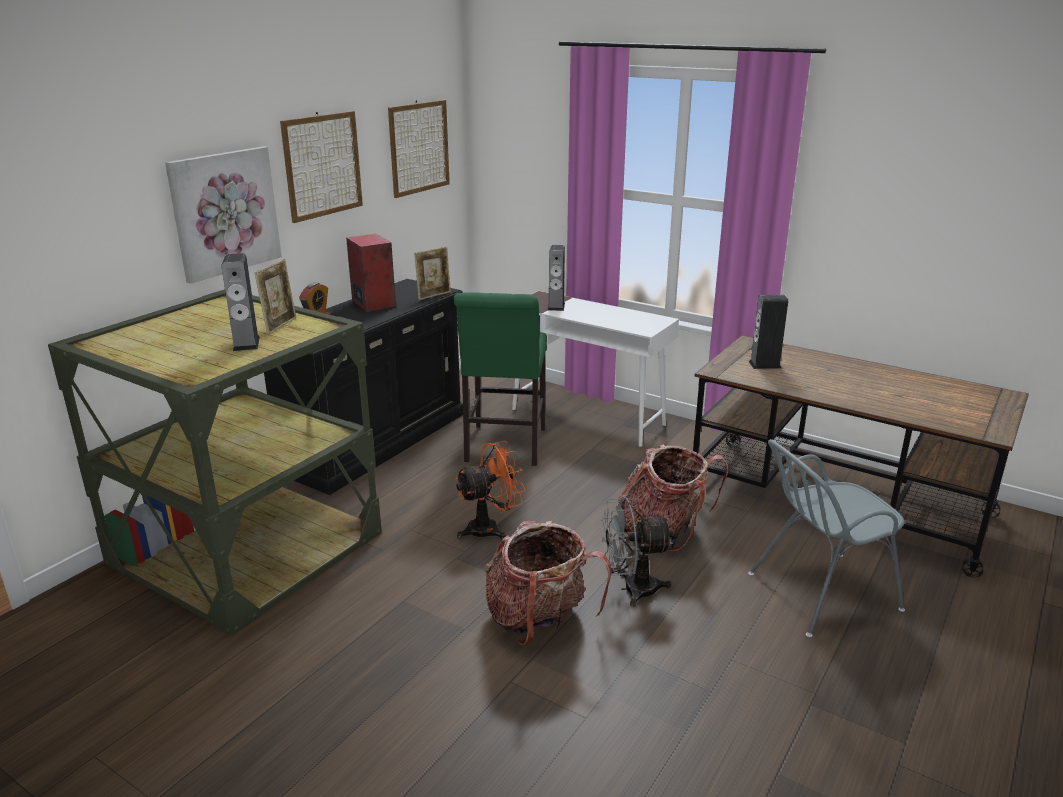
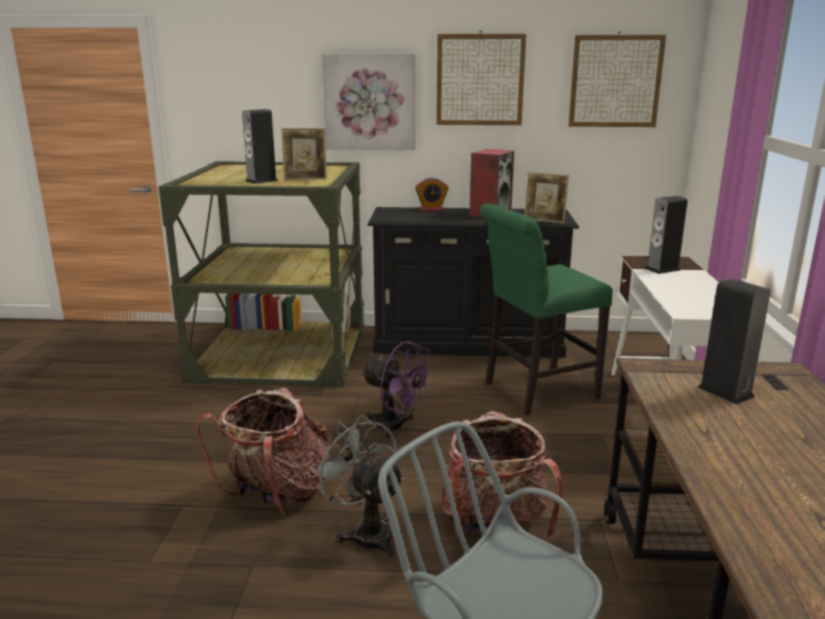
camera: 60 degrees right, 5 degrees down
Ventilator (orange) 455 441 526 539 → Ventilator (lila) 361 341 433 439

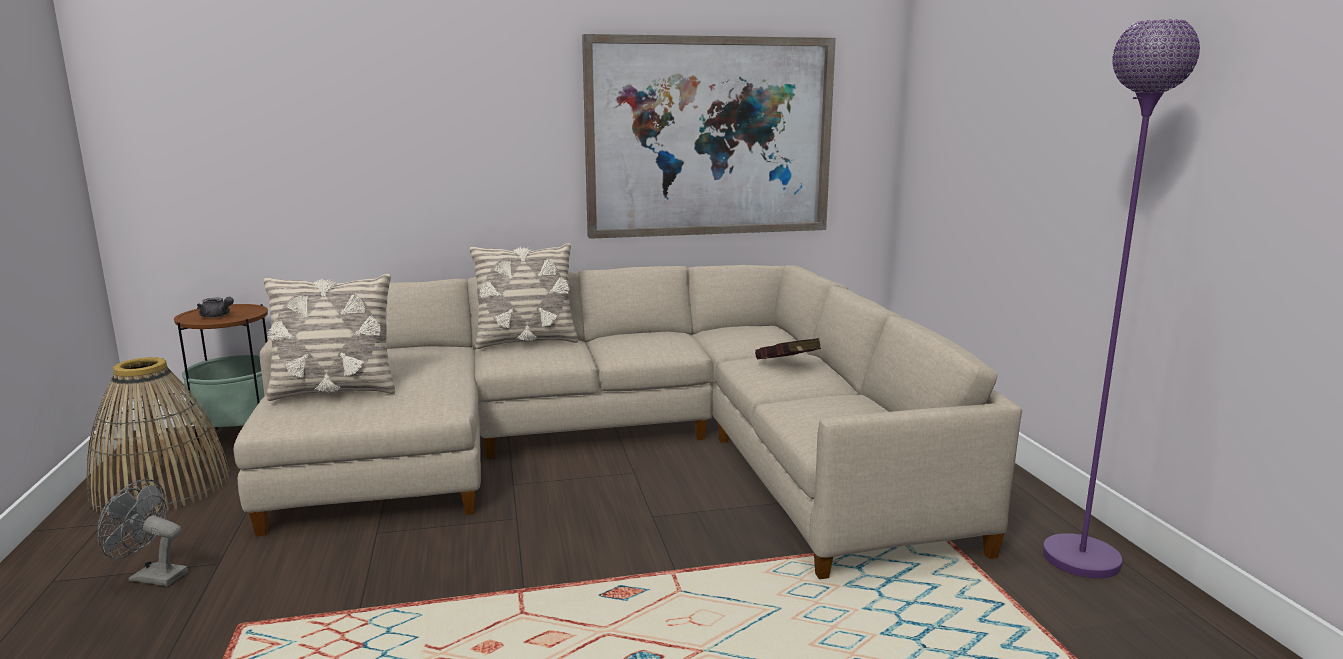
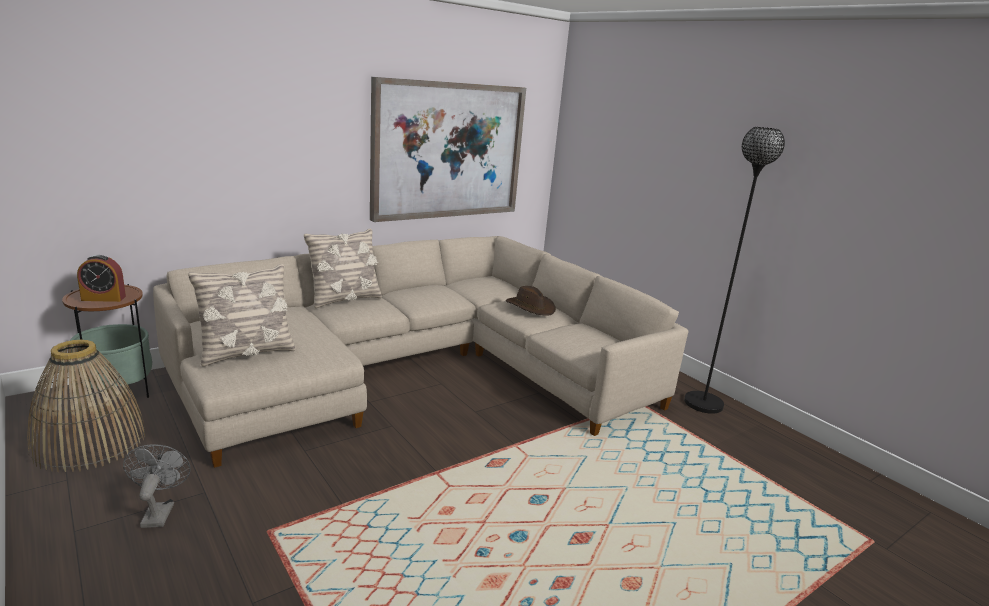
camera: 25 degrees left, 5 degrees up
Teekanne (grau) 197 297 234 318 → Wecker 77 255 126 302
Buch (rot) 755 338 821 359 → Hut (braun) 506 286 556 316
Stehlampe (lila) 1043 19 1200 578 → Stehlampe (schwarz) 684 127 785 414
Ventilator (grau) 98 479 188 586 → Ventilator (grau) 123 445 190 528, 90 degrees clockwise

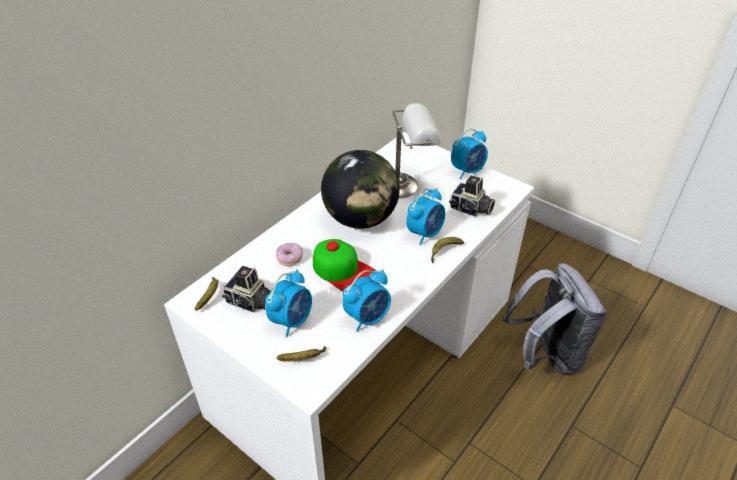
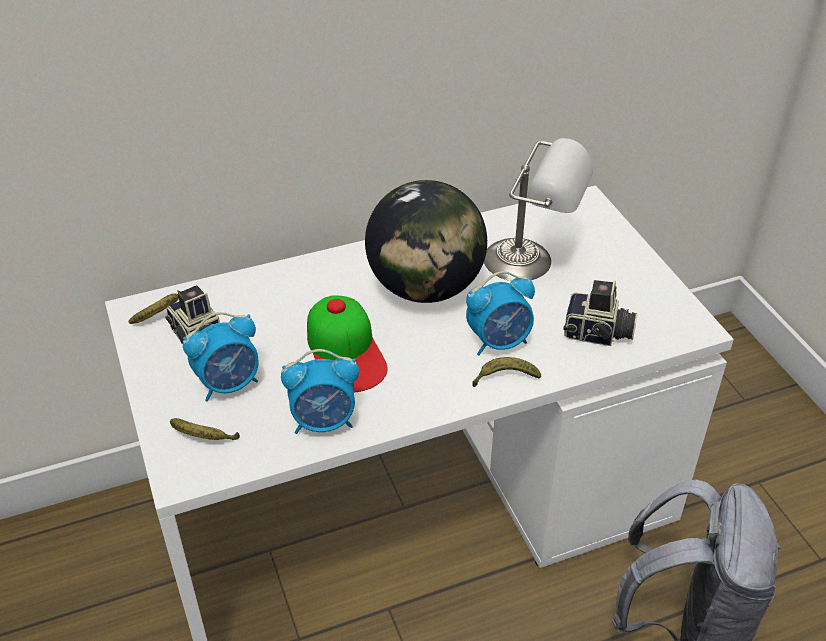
camera: 30 degrees right, 0 degrees up
Donut 276 243 303 266 → -
Wecker 451 129 488 179 → -
Kamera 449 176 495 217 → Kamera 563 280 638 346, 45 degrees counterclockwise

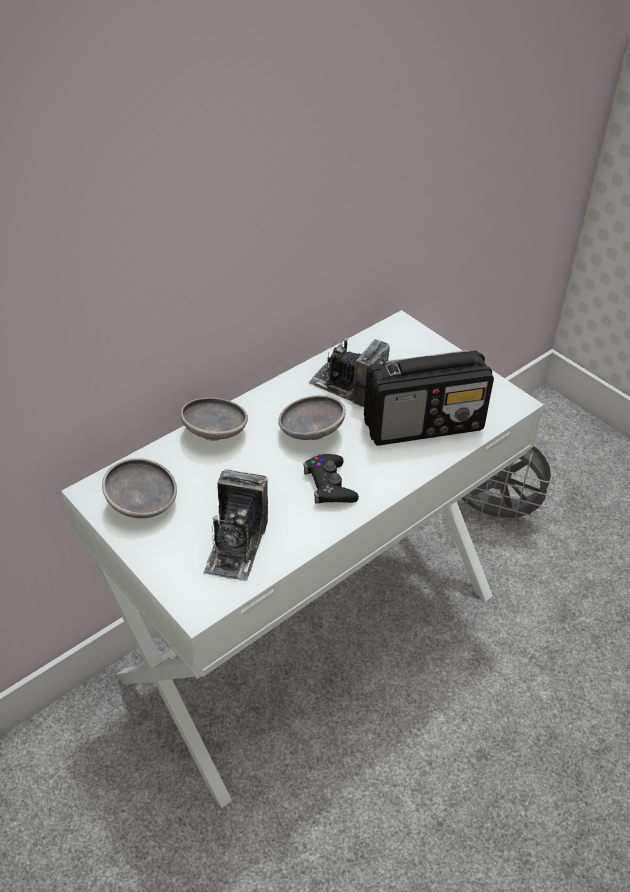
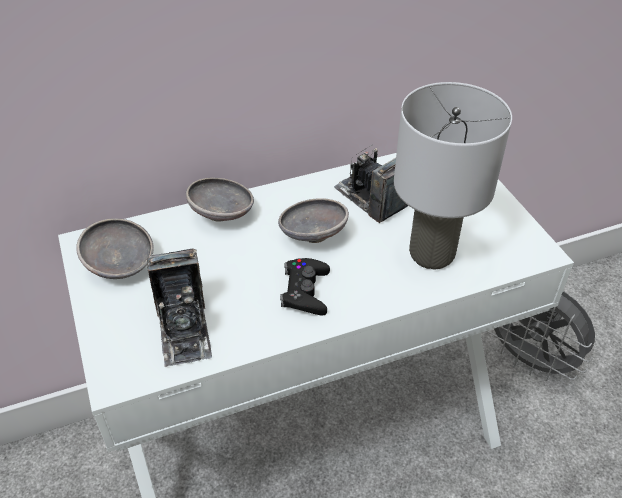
camera: 20 degrees right, 0 degrees up
Radio 364 350 494 446 → Tischlampe (weiß) 394 82 512 270
Kamera 203 469 268 581 → Kamera 147 249 212 367, 45 degrees counterclockwise

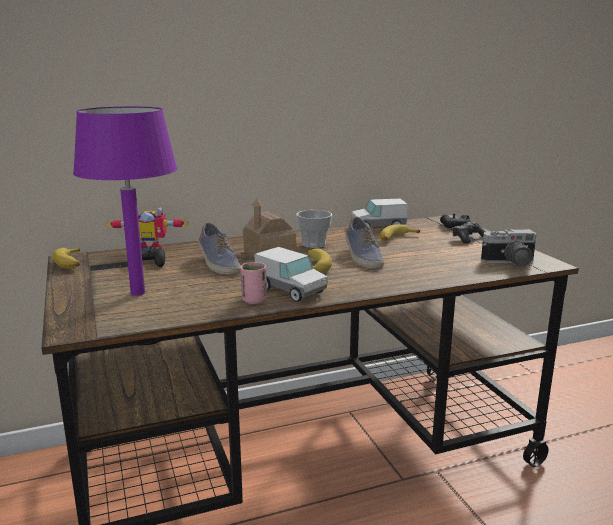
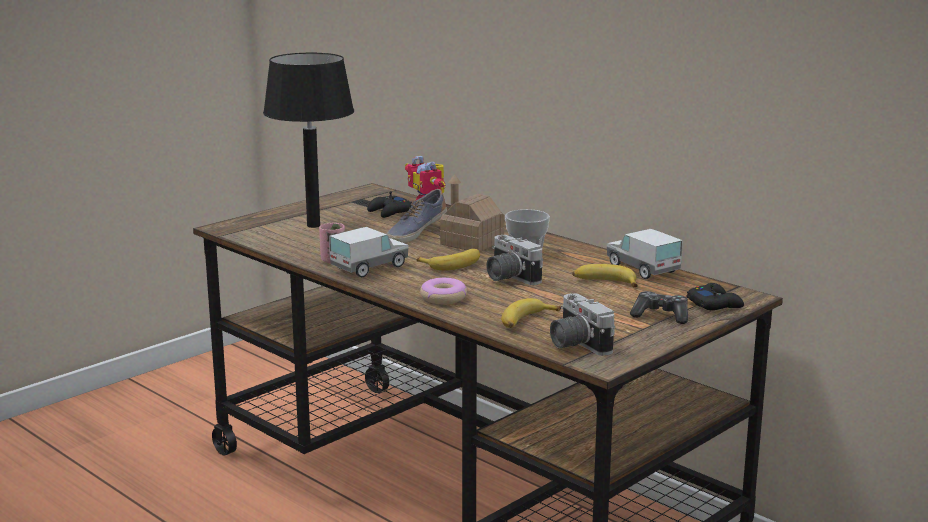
camera: 65 degrees right, 0 degrees up
- → Donut 420 278 467 304
Banane 52 248 80 269 → Banane 501 298 561 328, shifted
Schuh 345 217 384 268 → Kamera 486 235 543 285
Tischlampe (lila) 73 106 177 296 → Tischlampe (schwarz) 263 53 354 228
Spielzeuglaster 255 247 328 302 → Spielzeuglaster 329 227 408 277, 150 degrees counterclockwise

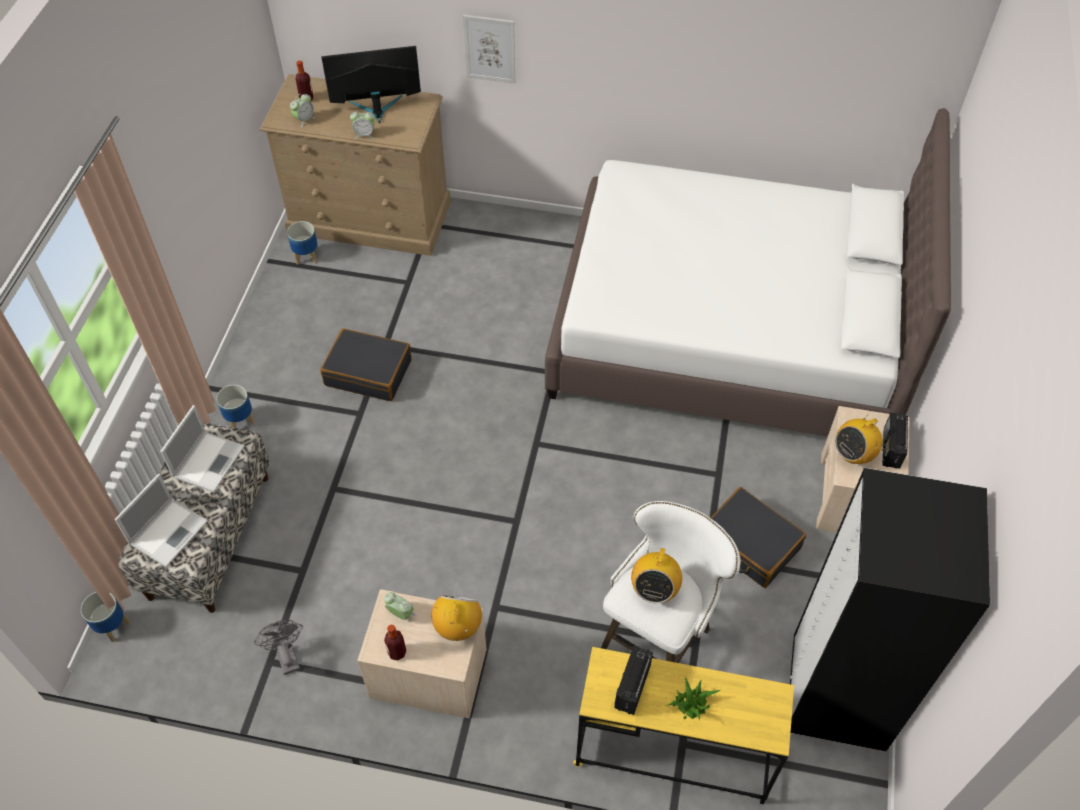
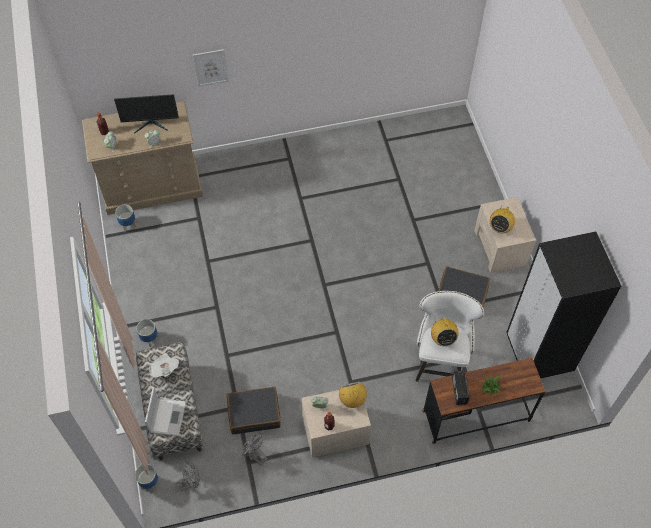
camera: 25 degrees left, 5 degrees up
Bett (weiß) 545 108 951 437 → -
Radio 882 413 908 469 → -
- → Ventilator (grau) 173 461 200 491
Koffer (schwarz) 320 329 411 401 → Koffer (schwarz) 227 387 281 434, shifted
Laptop 160 405 245 492 → Zeitung 149 353 179 378
Schreibtisch (gelb) 573 647 794 804 → Schreibtisch (braun) 422 358 545 444
Monitor 321 46 421 123 → Monitor 114 94 179 134, 150 degrees counterclockwise

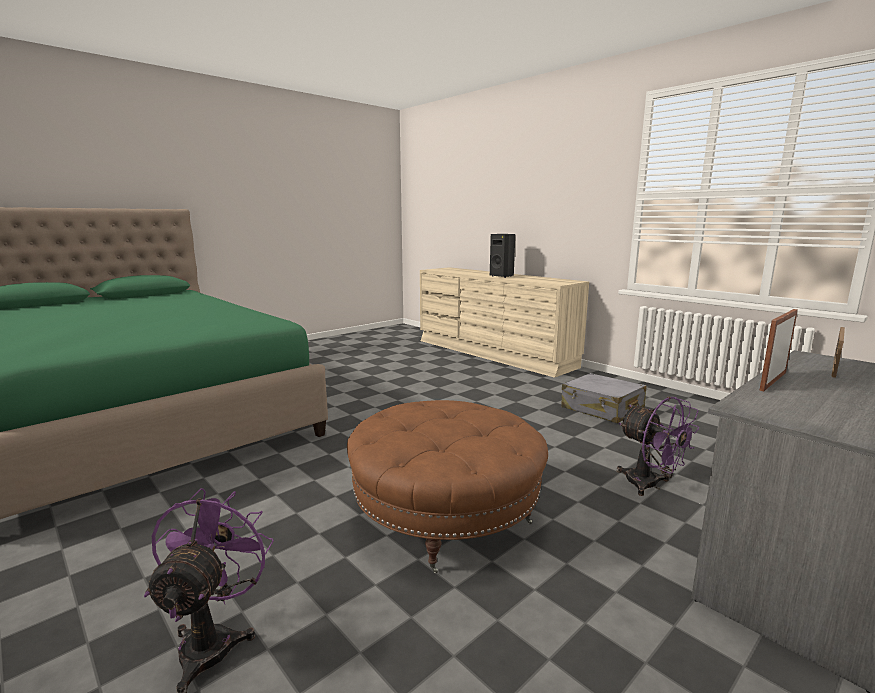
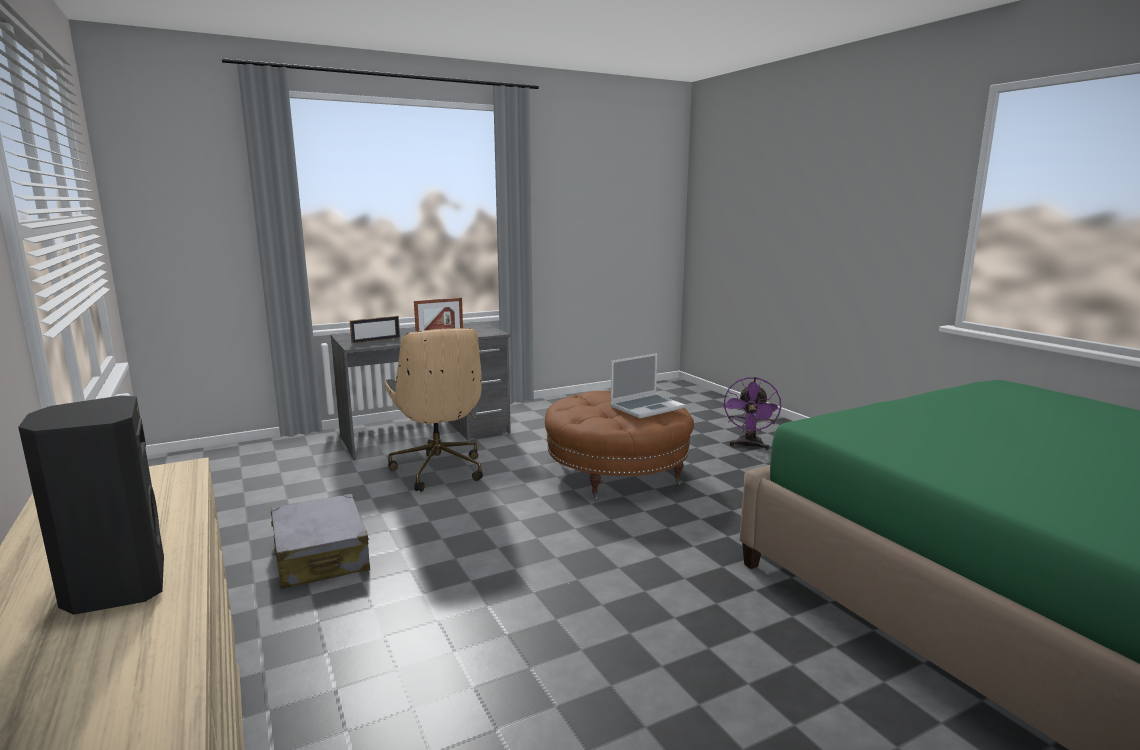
camera: 165 degrees left, 0 degrees up
- → Laptop 610 353 685 418
Ventilator (lila) 617 397 700 496 → Bürostuhl (schwarz) 385 328 483 491

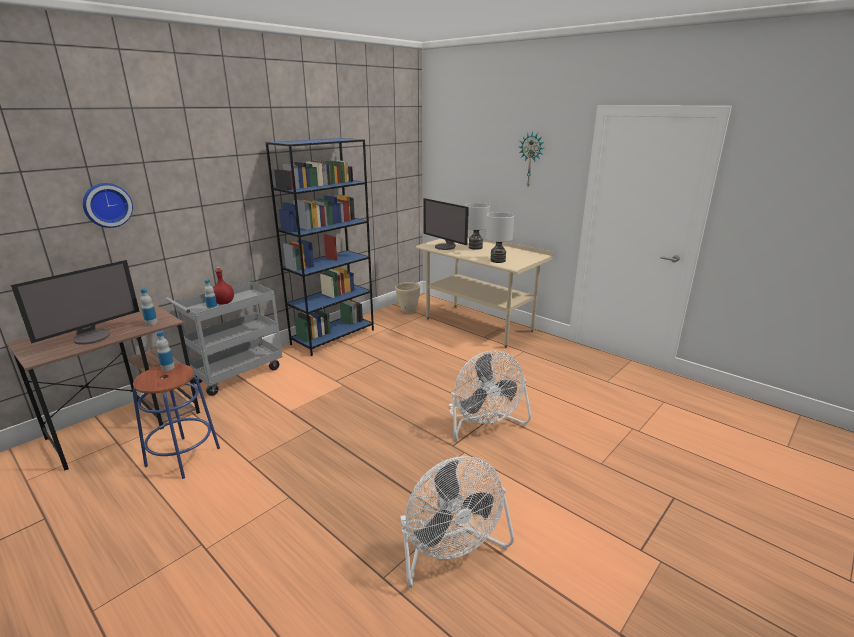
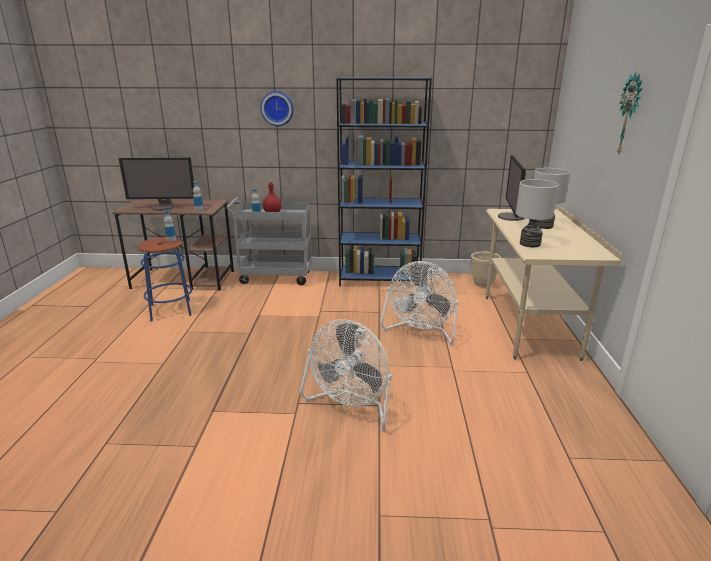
camera: 50 degrees right, 0 degrees up
Wanduhr 83 183 133 228 → Wanduhr 261 91 294 126, shifted
Ventilator (weiß) 400 456 514 588 → Ventilator (weiß) 381 261 459 346, shifted

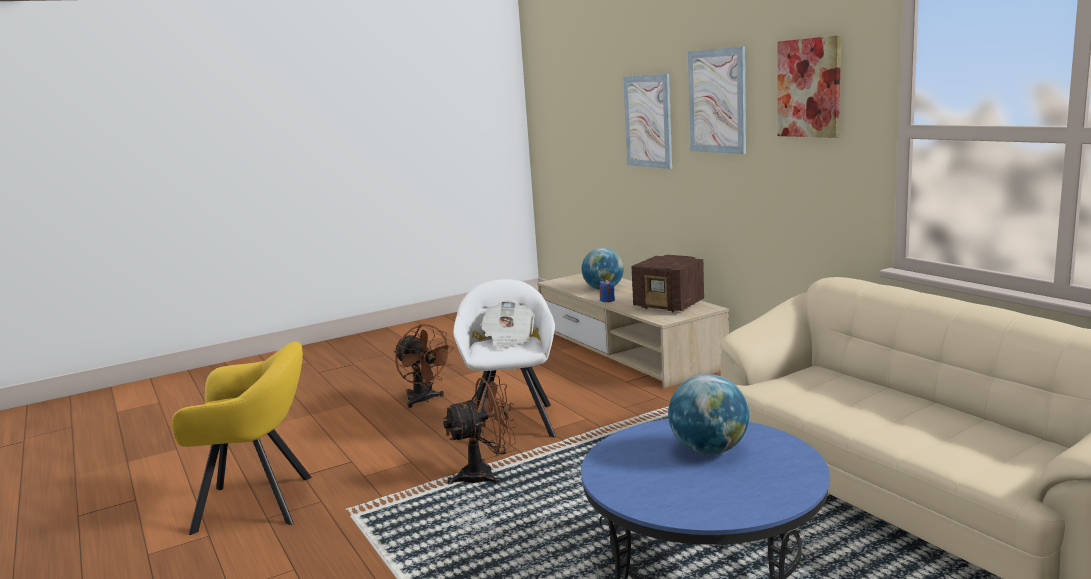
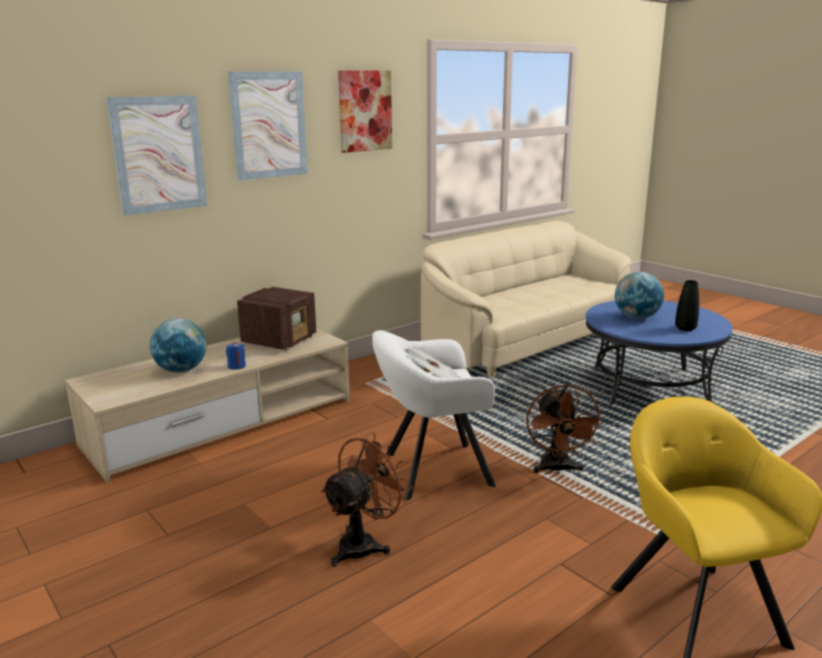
camera: 100 degrees left, 5 degrees up
- → Vase (schwarz) 675 280 699 331
Ventilator (braun) 443 375 517 484 → Ventilator (braun) 526 384 603 474, 150 degrees counterclockwise

